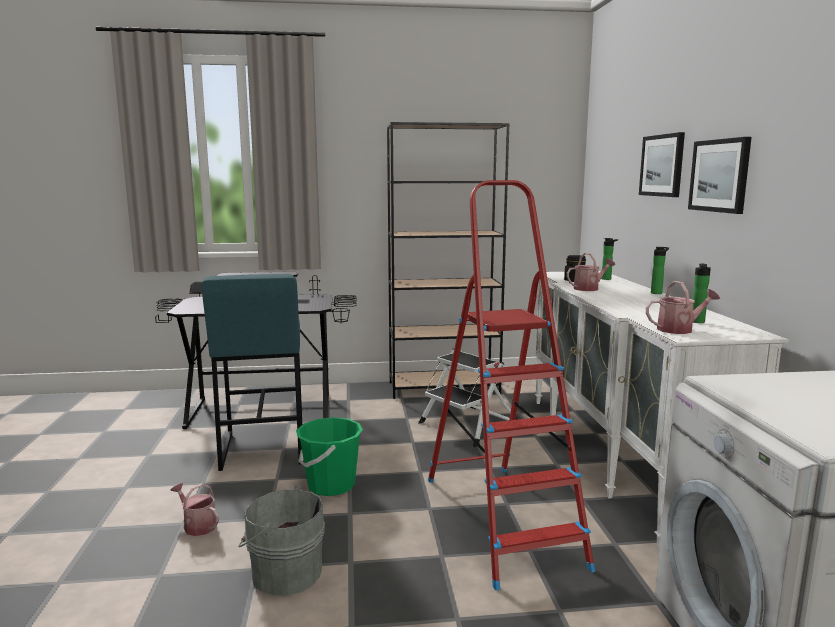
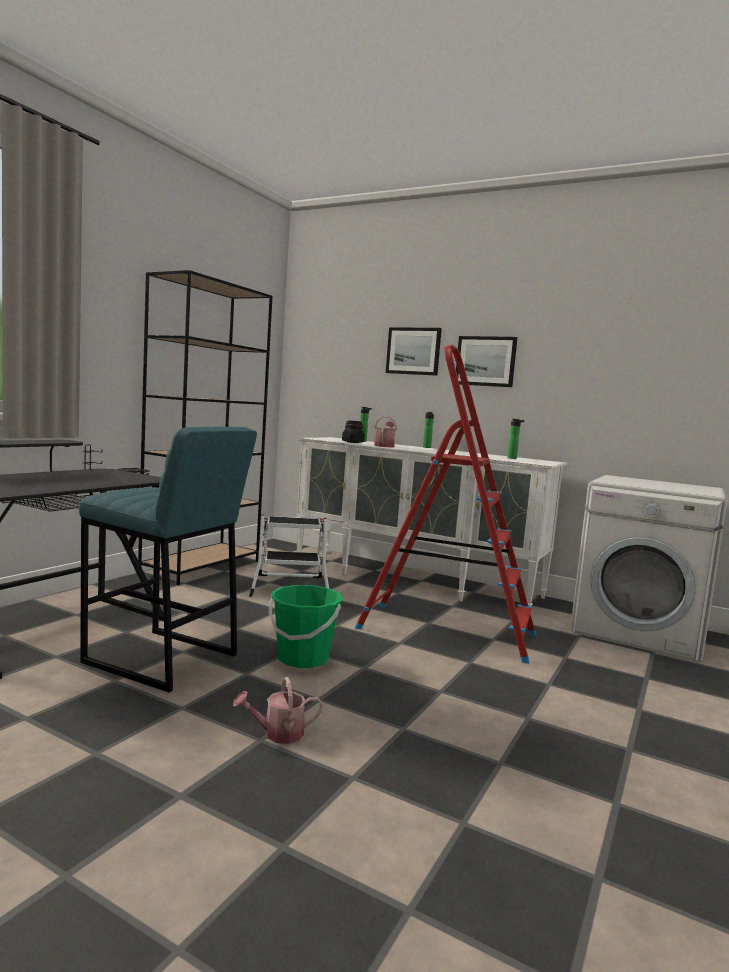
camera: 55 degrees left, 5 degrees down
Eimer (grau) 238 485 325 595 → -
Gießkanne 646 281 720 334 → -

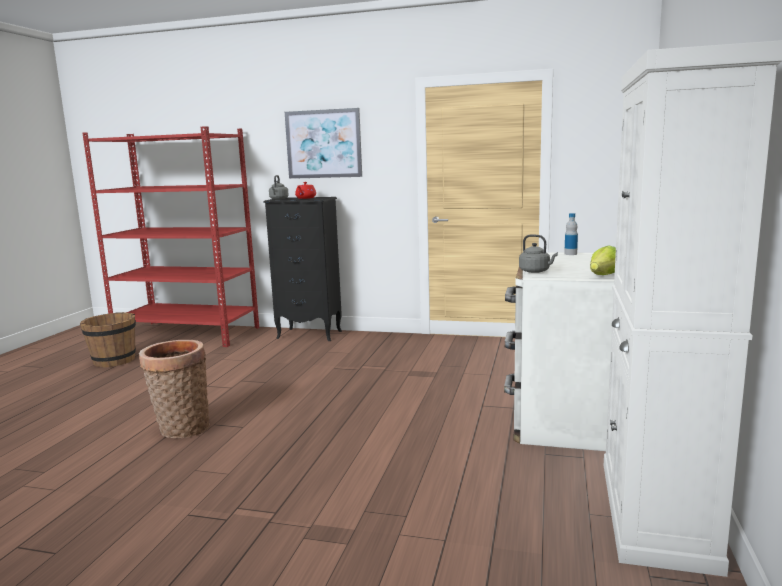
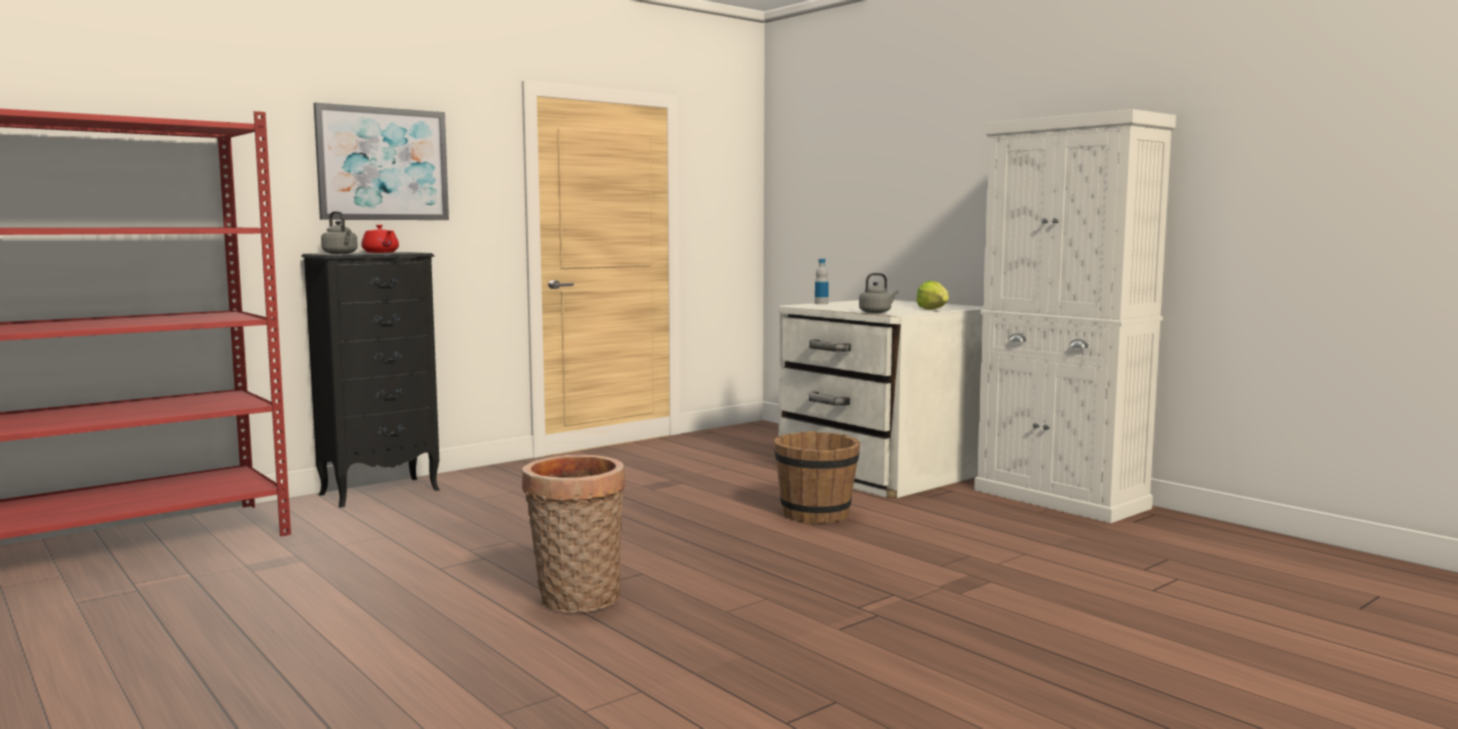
camera: 55 degrees left, 5 degrees down
Eimer (braun) 80 312 136 368 → Eimer (braun) 774 431 861 524, shifted

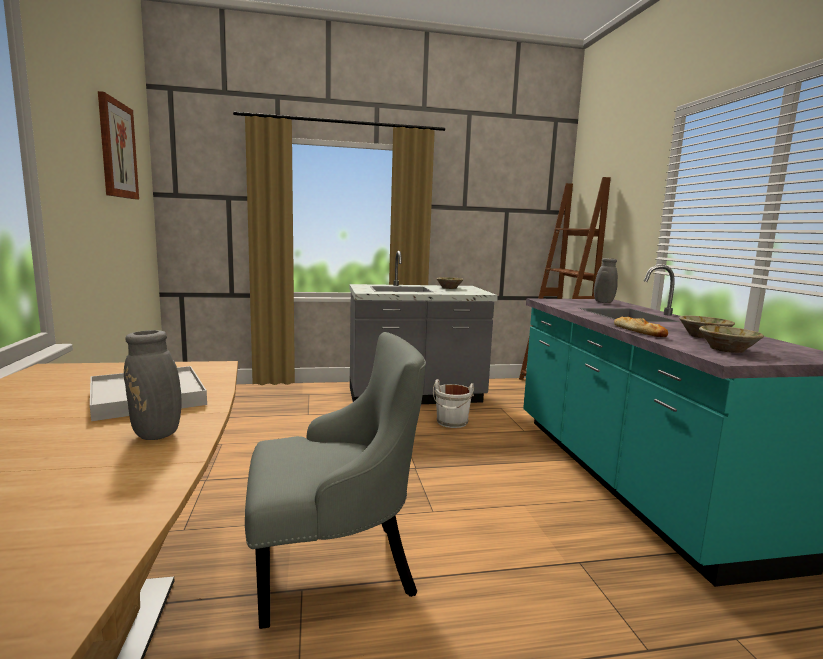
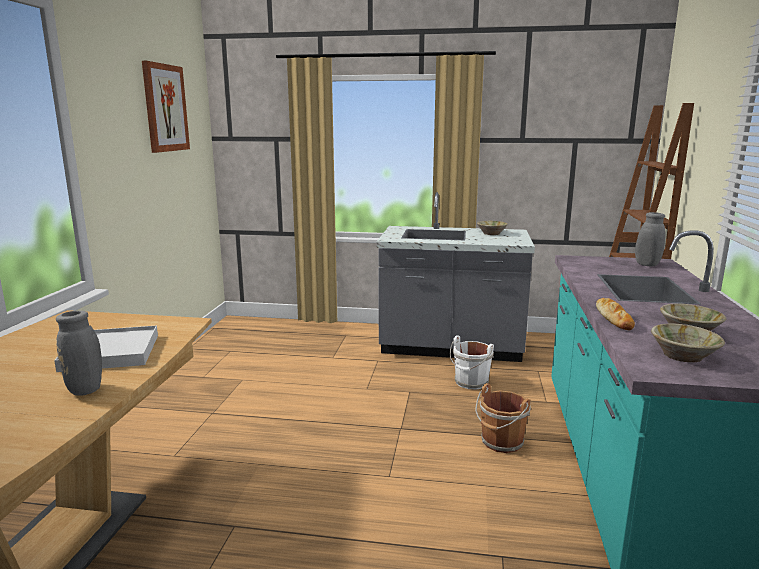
camera: 20 degrees right, 5 degrees up
Stuhl (grau) 245 332 426 629 → -
- → Eimer (braun) 475 383 531 453

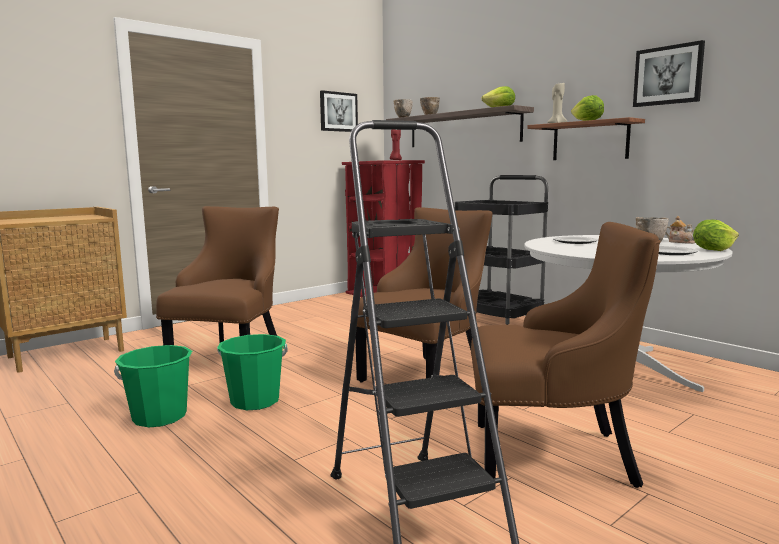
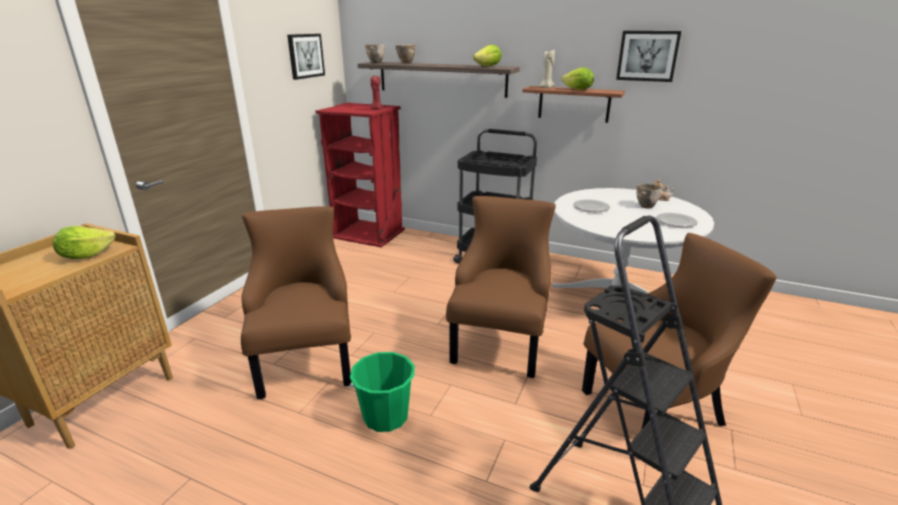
camera: 25 degrees left, 15 degrees up
Eimer (grün) 114 345 192 427 → -
Salatkopf 693 220 739 251 → Salatkopf 52 226 116 259, shifted

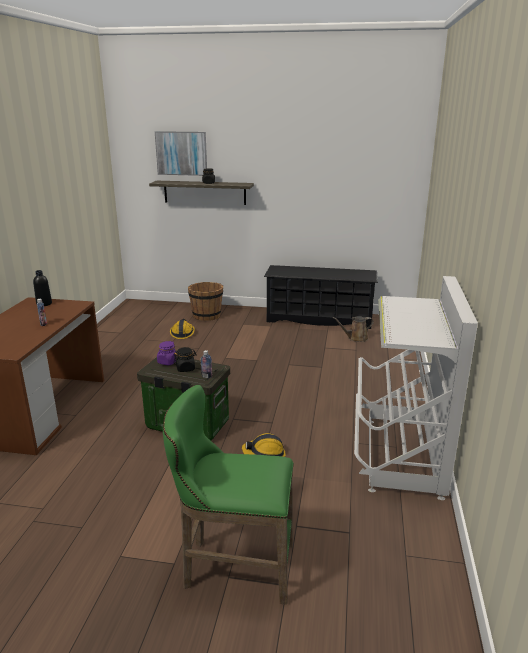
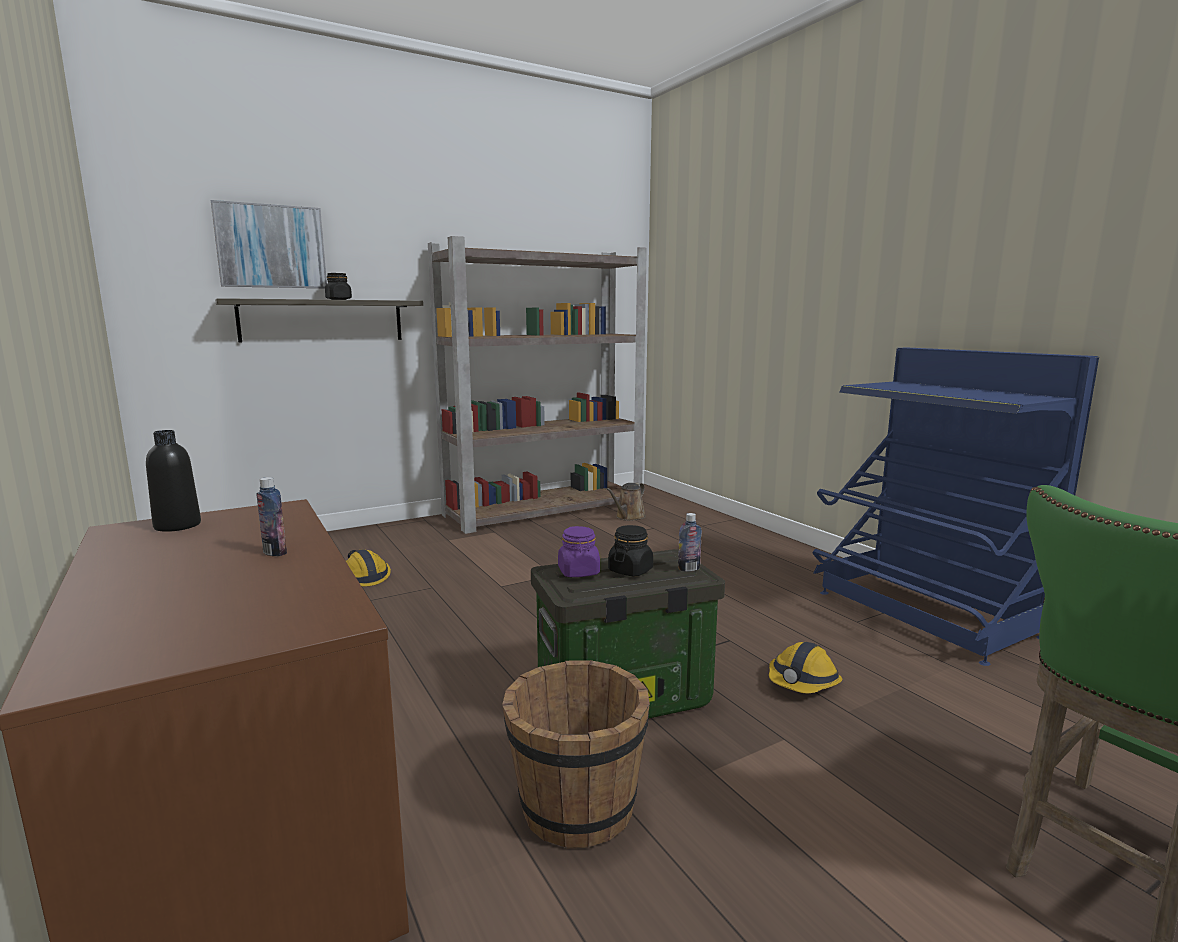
camera: 40 degrees left, 10 degrees down
Eimer (braun) 188 282 223 321 → Eimer (braun) 502 660 650 849, shifted
Schuhregal (schwarz) 264 265 378 329 → Bücherregal (braun) 428 236 647 534
Schuhregal (weiß) 354 276 478 500 → Schuhregal (blau) 813 347 1099 666

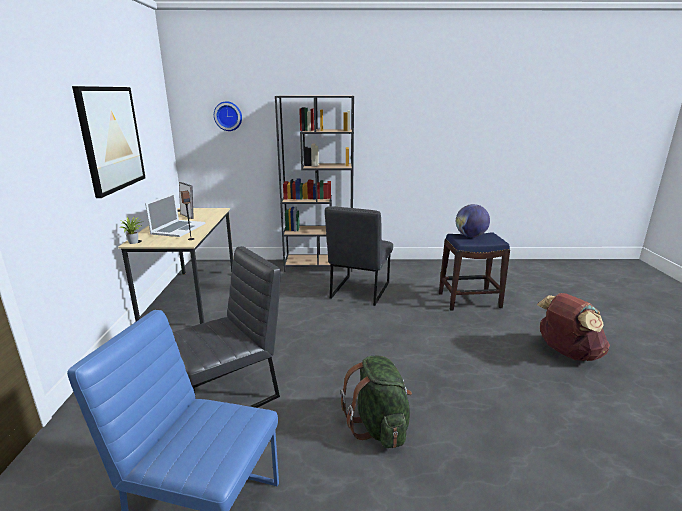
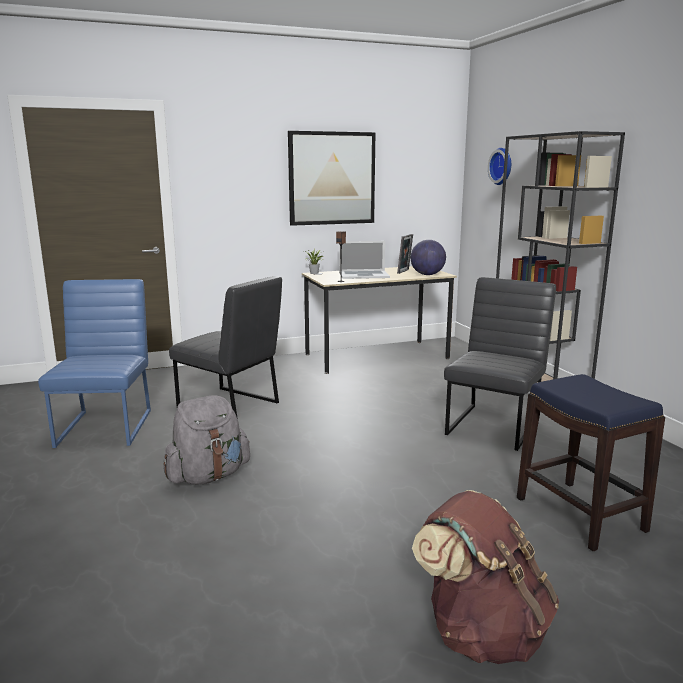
camera: 70 degrees right, 5 degrees down
Globus 456 204 490 237 → Globus 411 240 446 275, shifted
Rucksack (grün) 341 356 412 448 → Rucksack (grau) 163 395 250 485
Stuhl (grau) 325 206 393 306 → Stuhl (grau) 444 277 556 451, 120 degrees clockwise

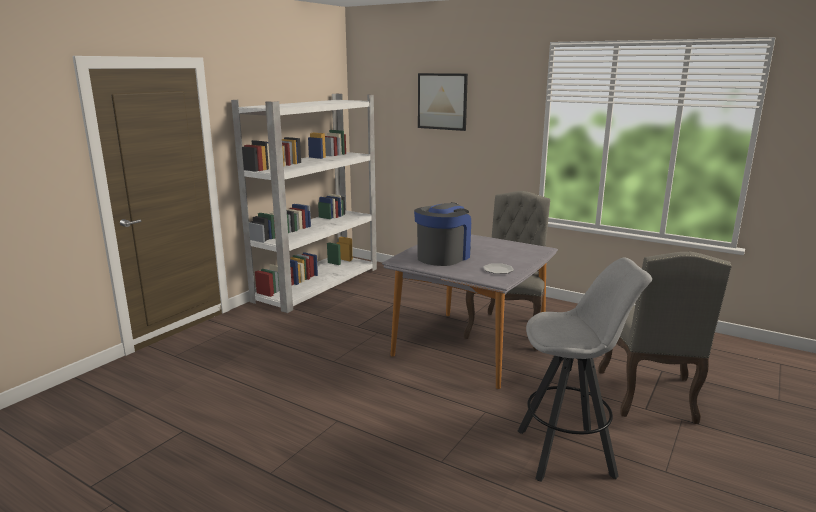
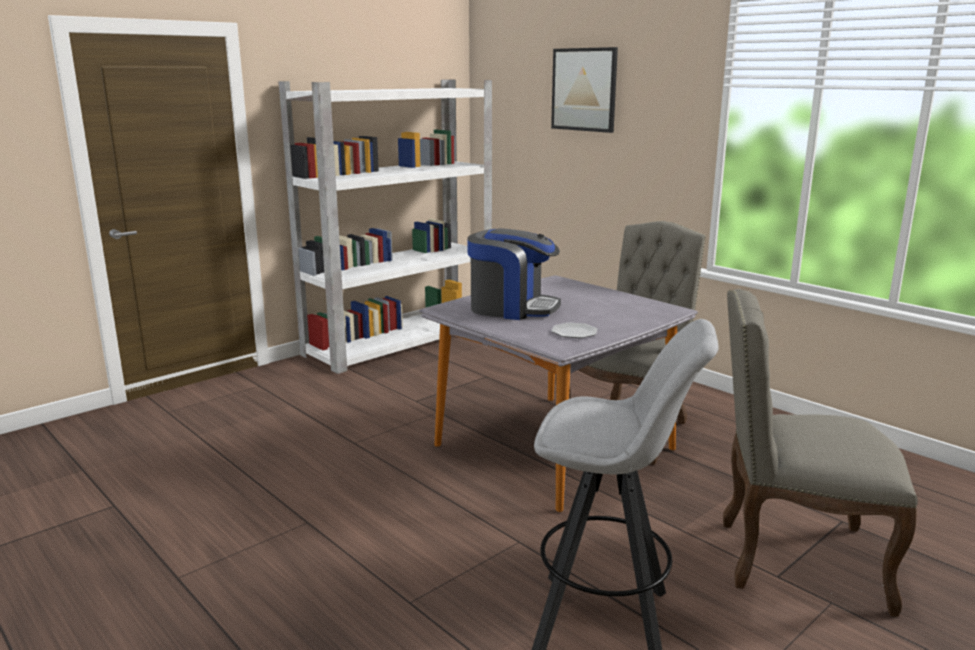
camera: 15 degrees right, 0 degrees up
Kaffeemaschine 414 202 471 266 → Kaffeemaschine 467 228 561 320, 60 degrees clockwise
Stuhl (grau) 599 251 732 424 → Stuhl (grau) 723 289 918 617, 75 degrees clockwise

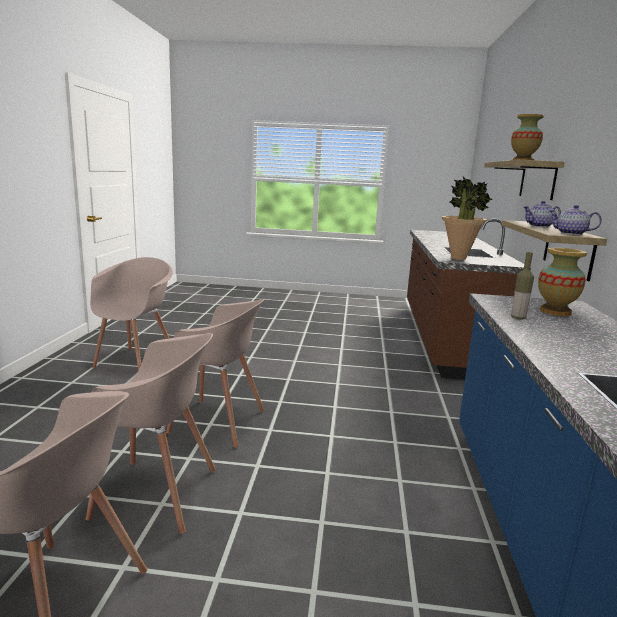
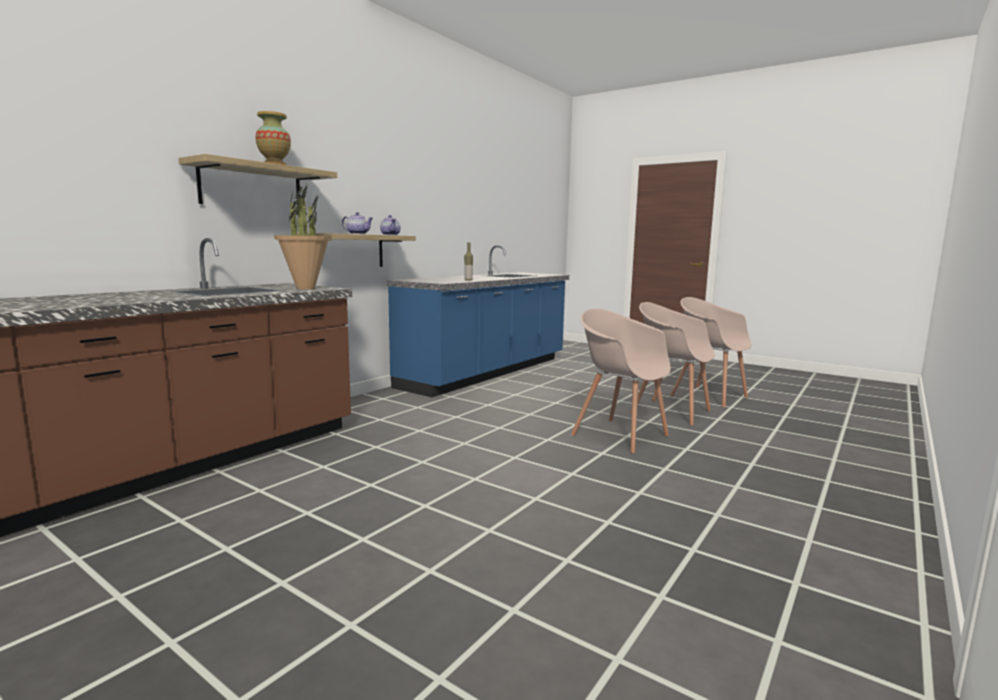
camera: 150 degrees left, 5 degrees down
Stuhl (beige) 90 257 173 370 → -
Vase 538 248 587 316 → -

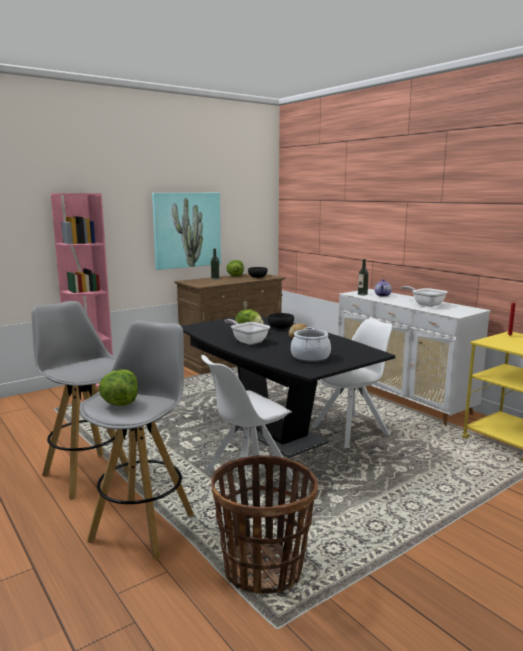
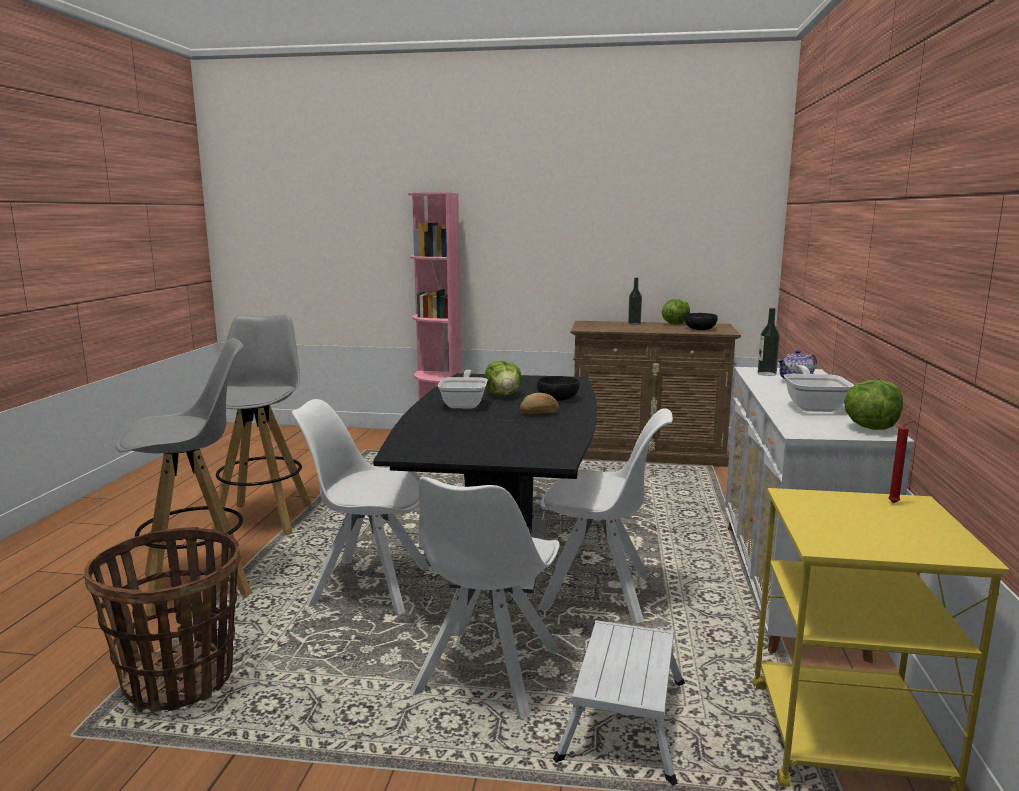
camera: 45 degrees right, 0 degrees up
Bild 152 193 221 270 → -
Kochtopf 291 327 331 362 → -
- → Stuhl (weiß) 411 477 561 719
- → Trittleiter (weiß) 553 620 685 786
Salatkopf 99 369 138 406 → Salatkopf 844 380 903 430, shifted

